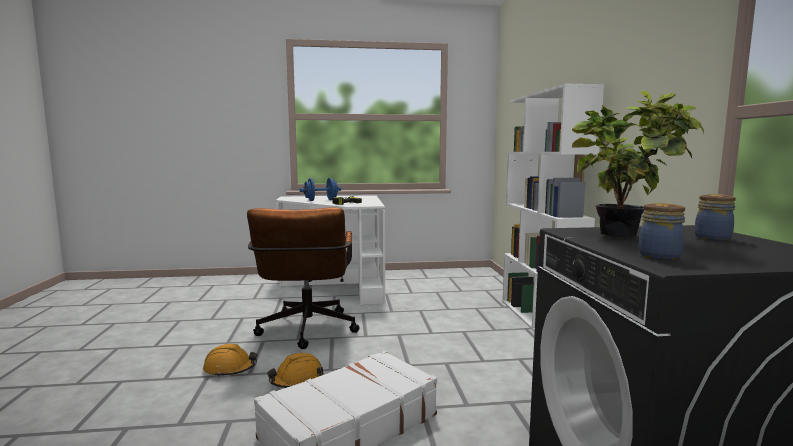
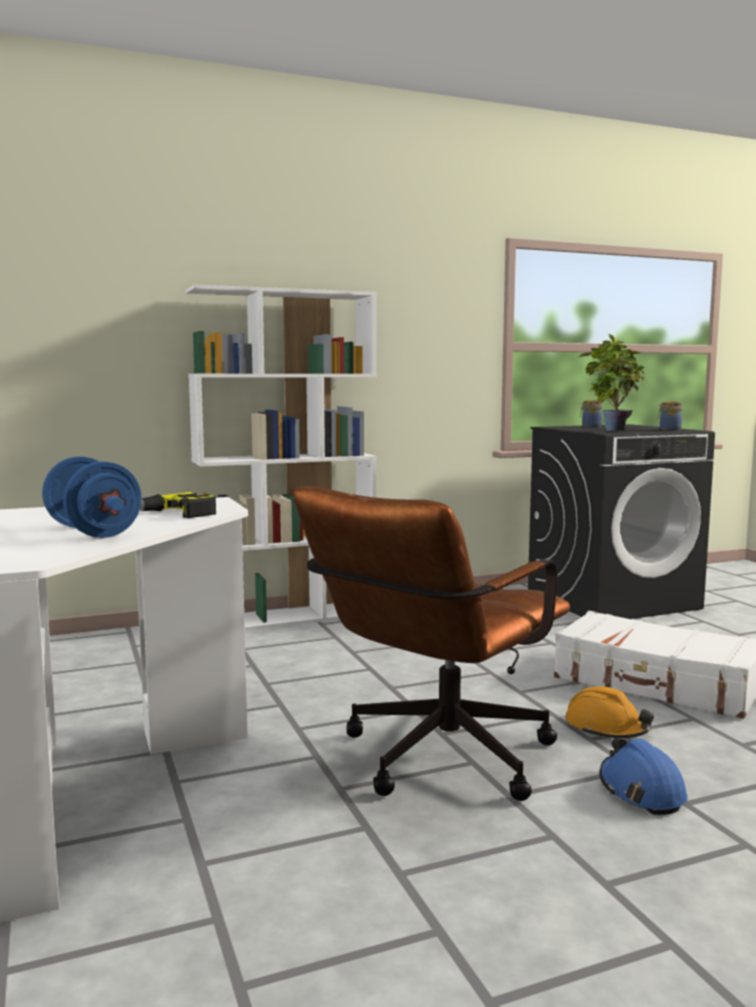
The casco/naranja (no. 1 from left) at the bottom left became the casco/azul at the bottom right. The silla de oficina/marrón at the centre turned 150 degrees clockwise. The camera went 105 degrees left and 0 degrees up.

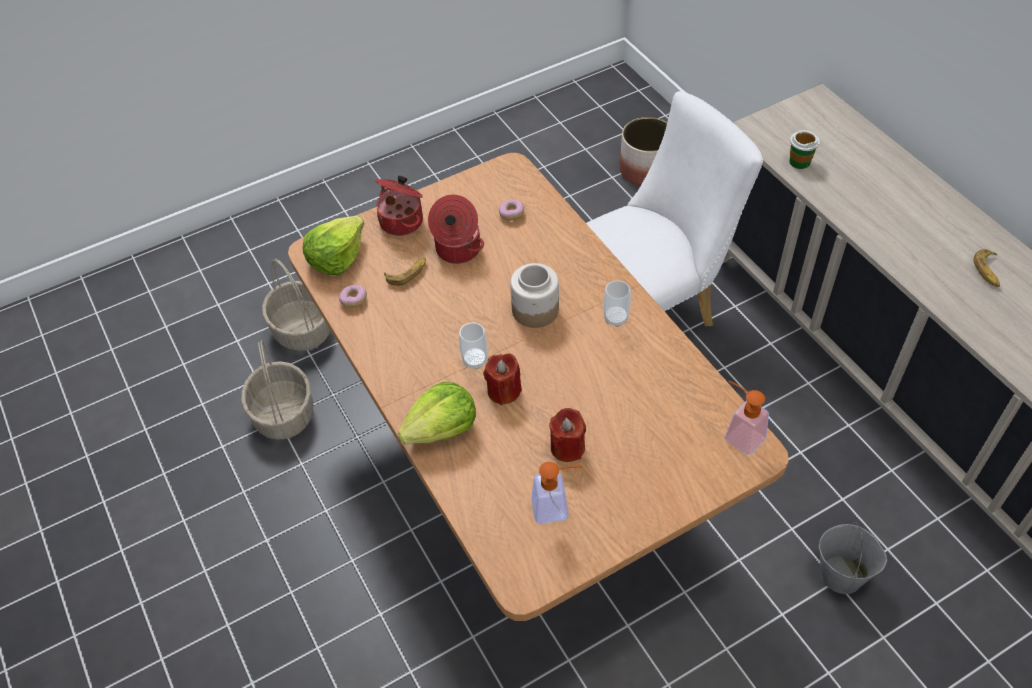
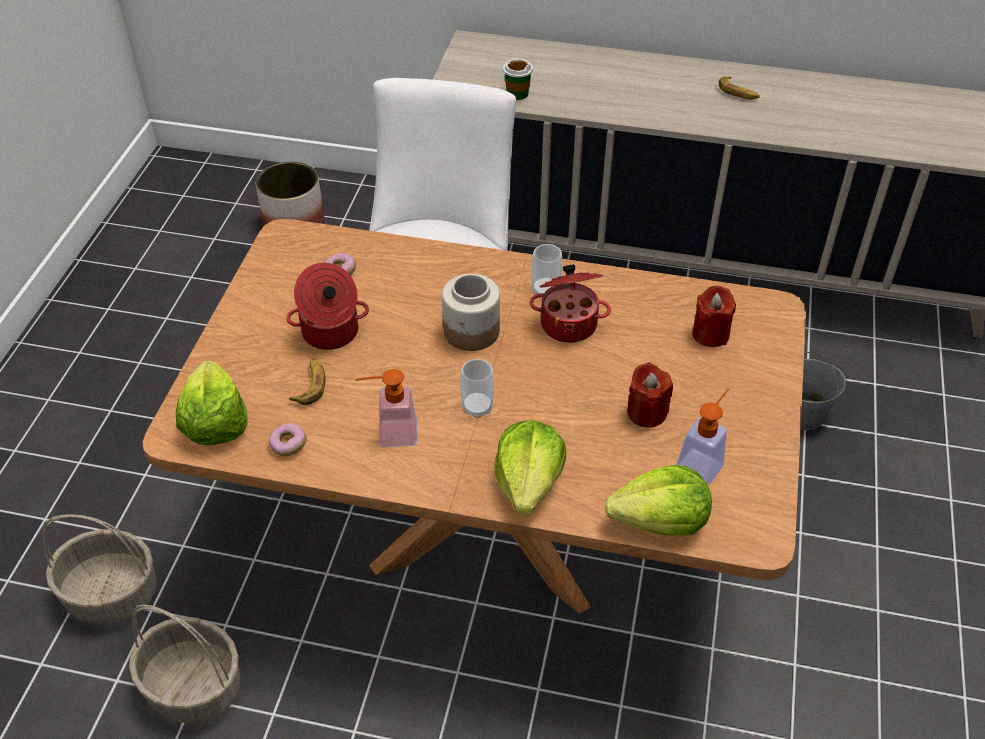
The lechuga (no. 3 from left) at the bottom right appeared. The olla (no. 1 from left in the first image) moved from the top centre to the centre. The vela/rojo (no. 1 from left in the first image) moved from the centre to the middle right. The dispensador de jabón (no. 2 from left in the first image) moved from the middle right to the centre. The camera went 50 degrees left and 5 degrees down.

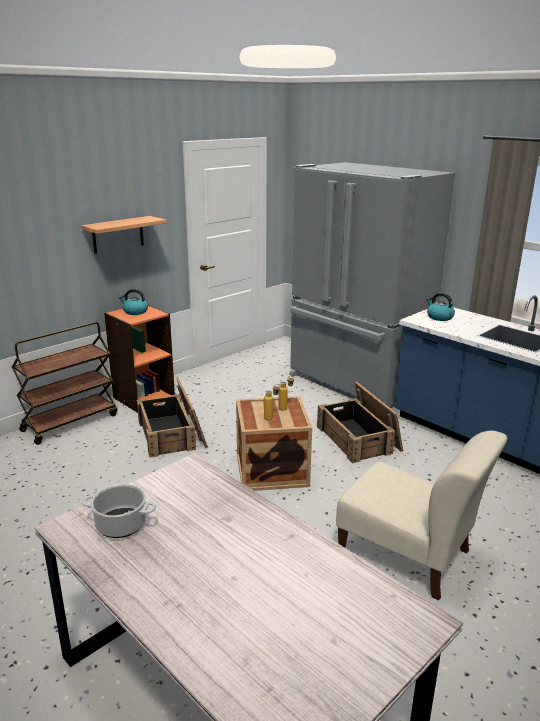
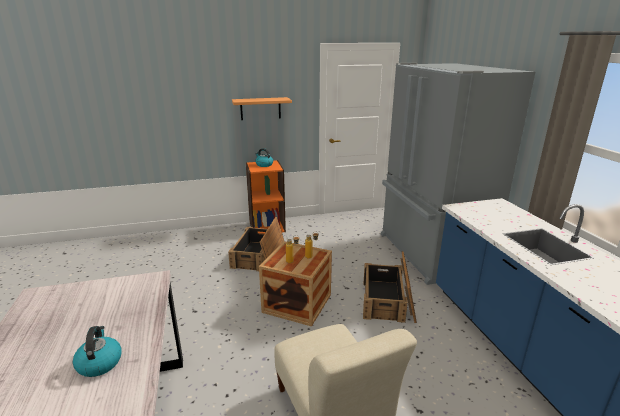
The carrito/marrón at the middle left disappeared. The olla at the bottom left disappeared. The hervidor (no. 2 from left in the first image) moved from the middle right to the bottom left. The camera went 30 degrees right and 0 degrees up.

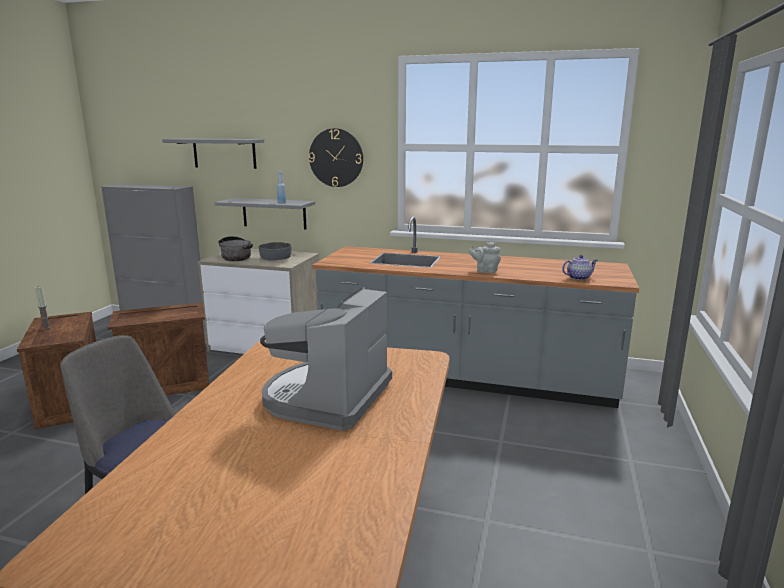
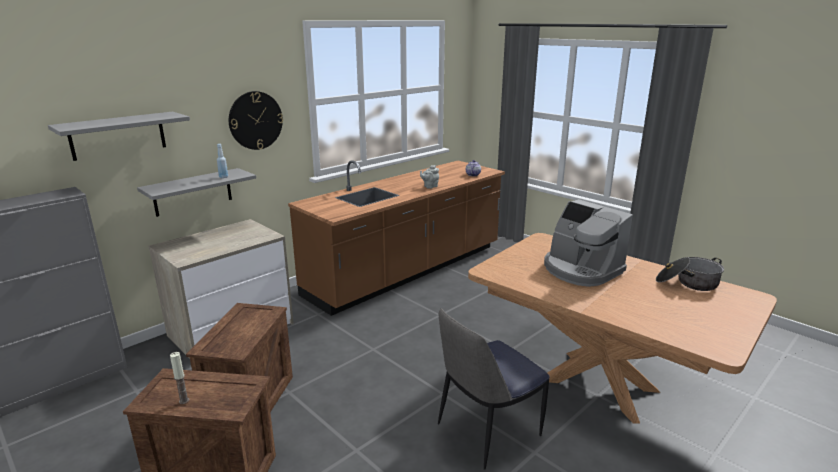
The cuenco/gris at the centre disappeared. The olla moved from the middle left to the middle right. The mueble bajo de cocina/gris at the centre became the mueble bajo de cocina/marrón at the centre. The camera went 60 degrees left and 5 degrees up.

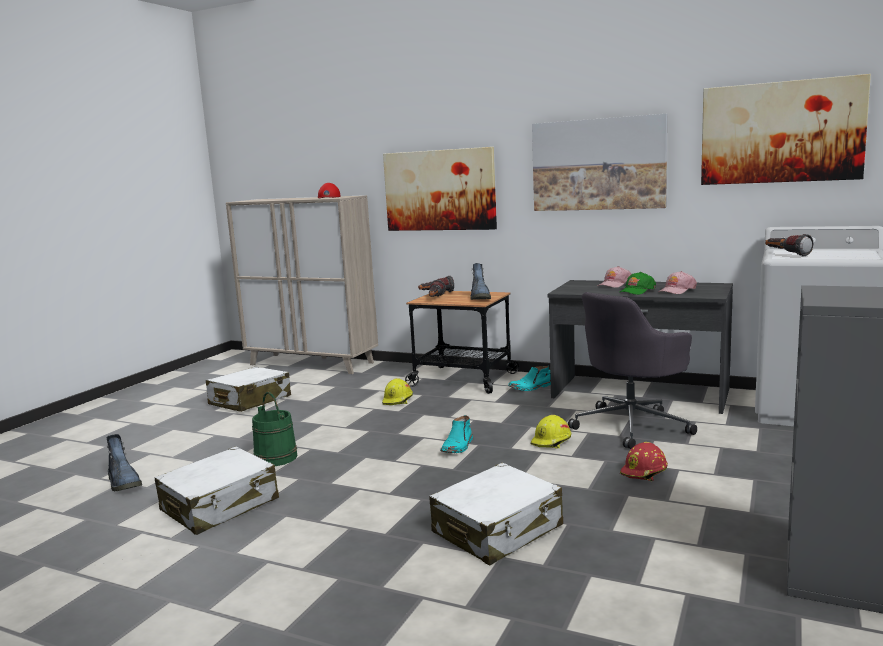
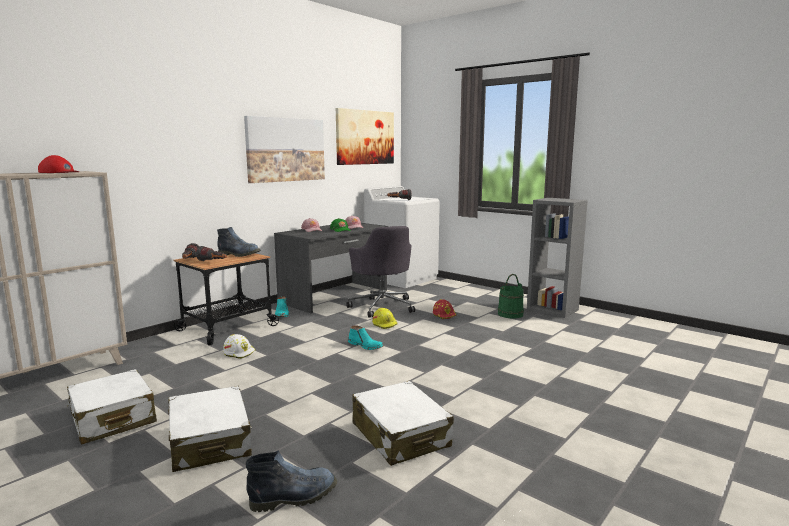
The cuadro (no. 1 from left) at the top centre disappeared. The cubo/verde moved from the middle left to the centre. The maleta/blanco (no. 3 from left in the first image) moved from the bottom centre to the bottom left. The casco/amarillo (no. 1 from left) at the centre became the casco/blanco at the middle left. The camera went 75 degrees left and 0 degrees up.

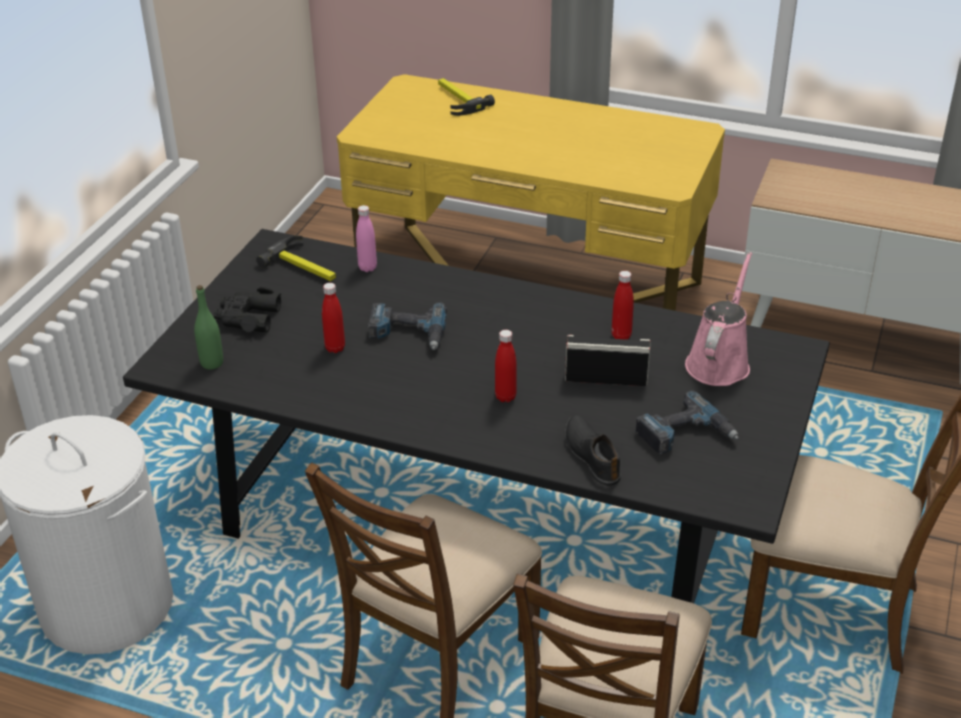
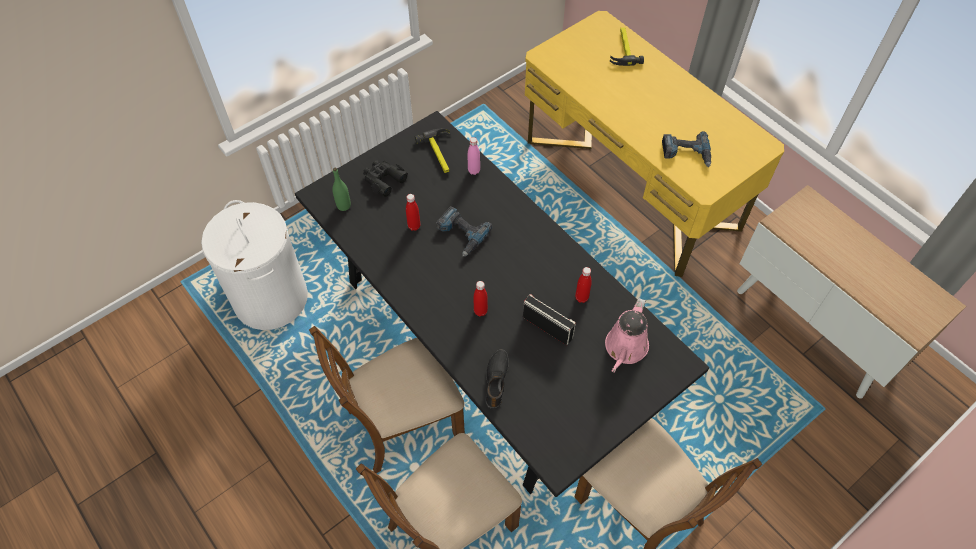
The taladro (no. 2 from left) moved from the middle right to the top right. The regadera/rosa at the middle right turned 150 degrees clockwise. The camera went 30 degrees right and 20 degrees up.

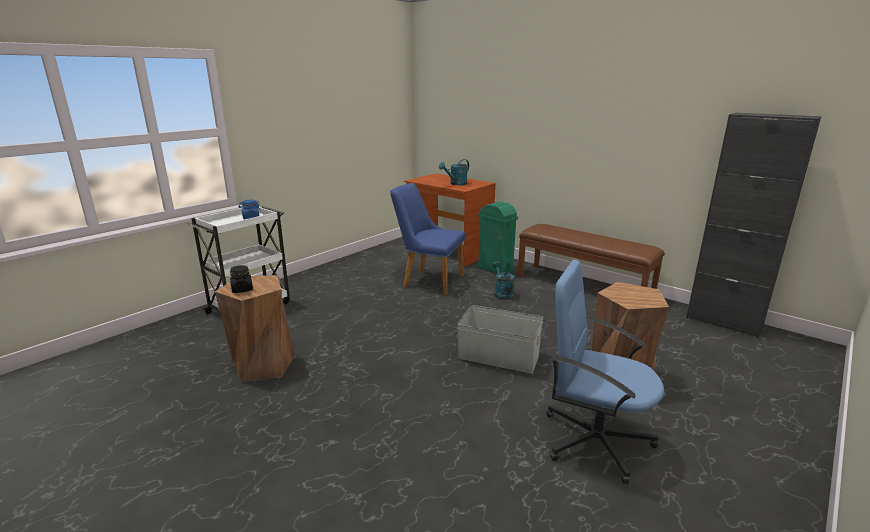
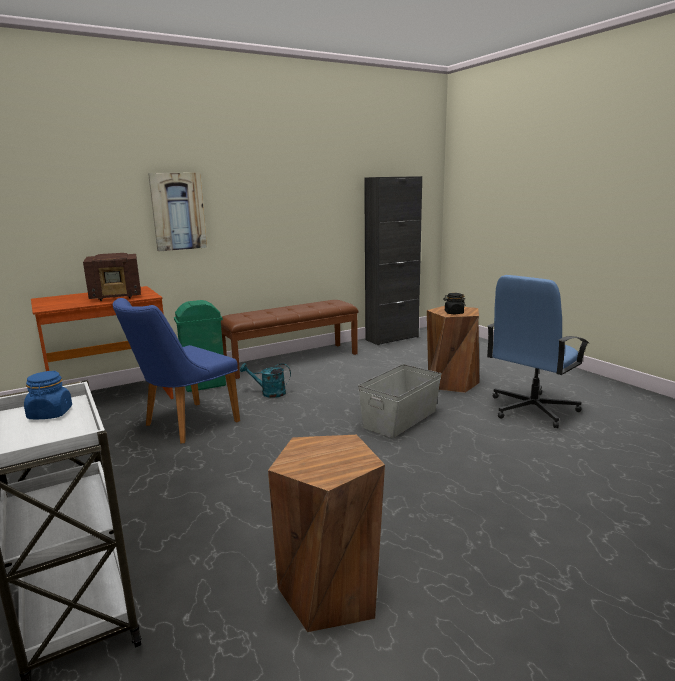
The cuadro at the top left appeared. The tarro/negro moved from the middle left to the middle right. The regadera/turquesa (no. 1 from left) at the top centre was replaced by the radio at the middle left. The camera went 70 degrees left and 5 degrees down.

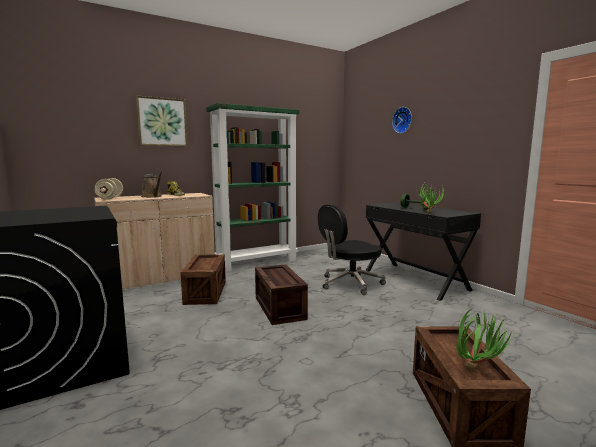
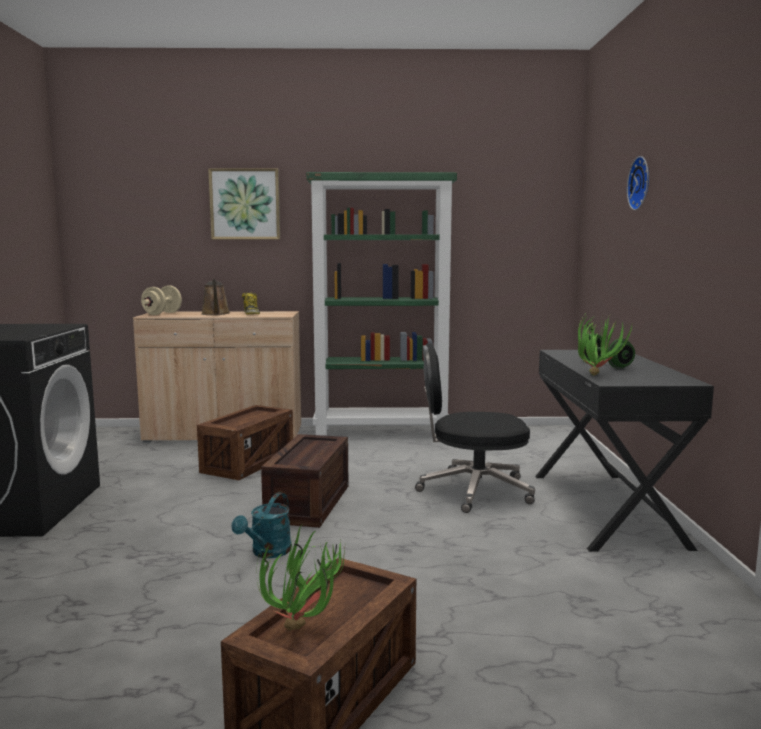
The regadera/turquesa at the bottom centre appeared. The camera went 30 degrees right and 0 degrees up.

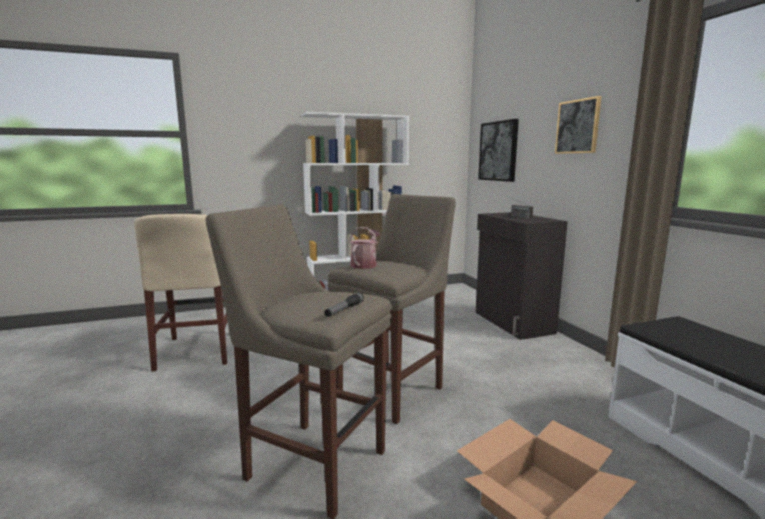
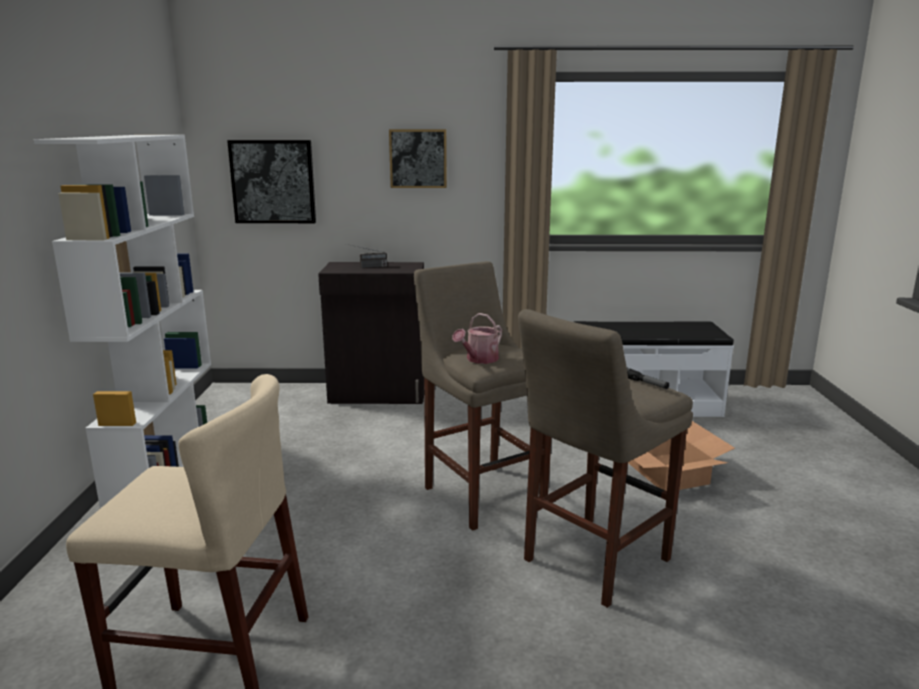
The regadera at the centre turned 90 degrees counterclockwise. The camera went 70 degrees left and 5 degrees up.

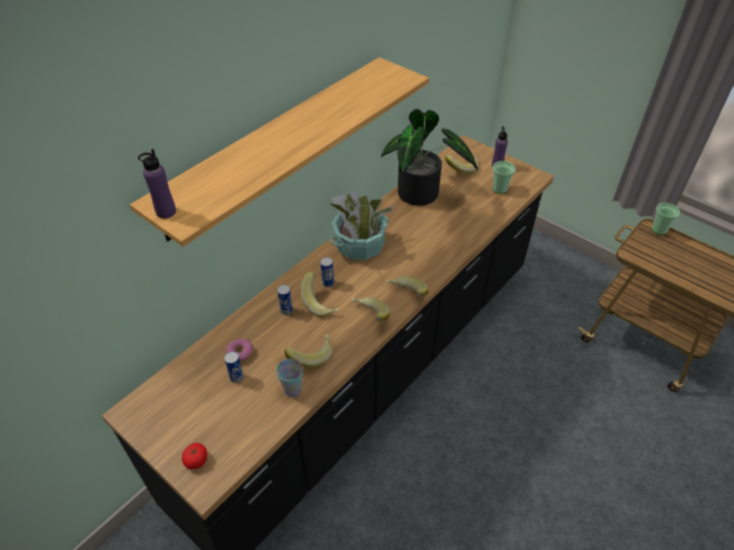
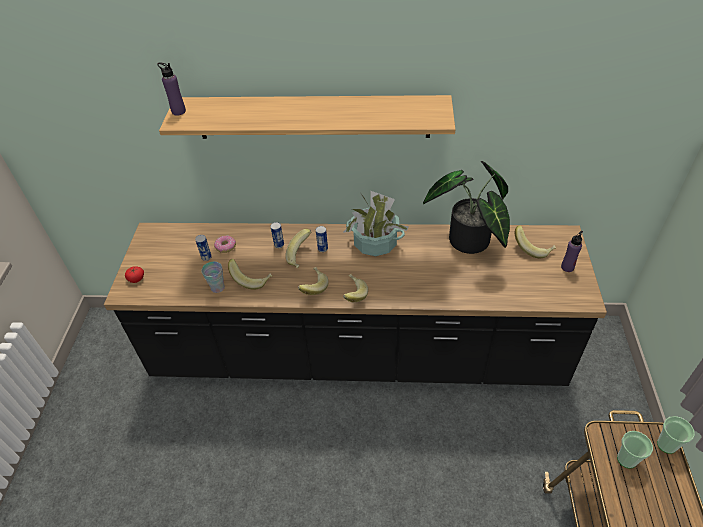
The taza (no. 2 from left) moved from the top right to the bottom right. The camera went 55 degrees right and 0 degrees up.

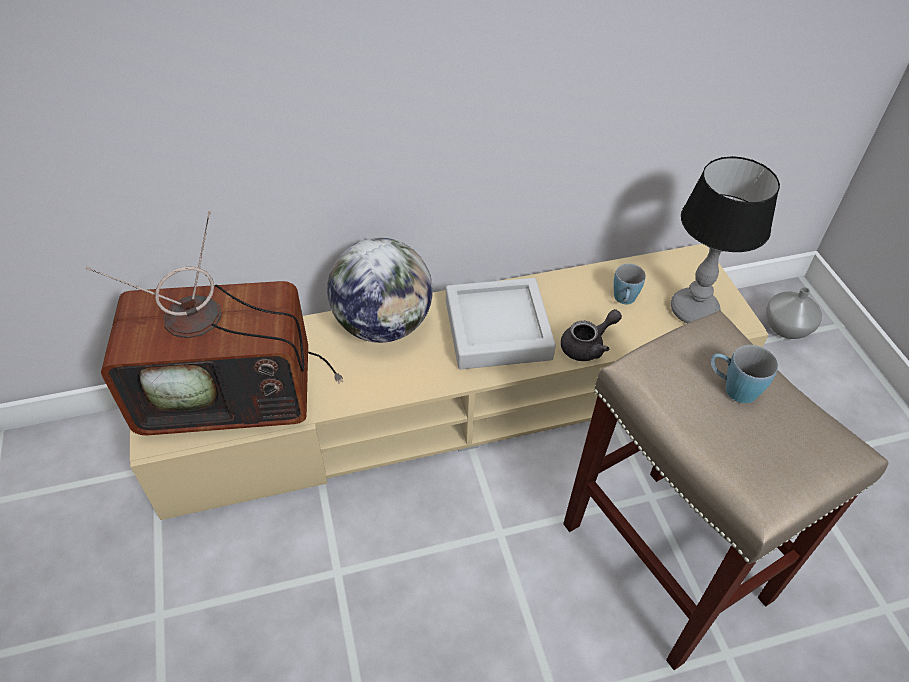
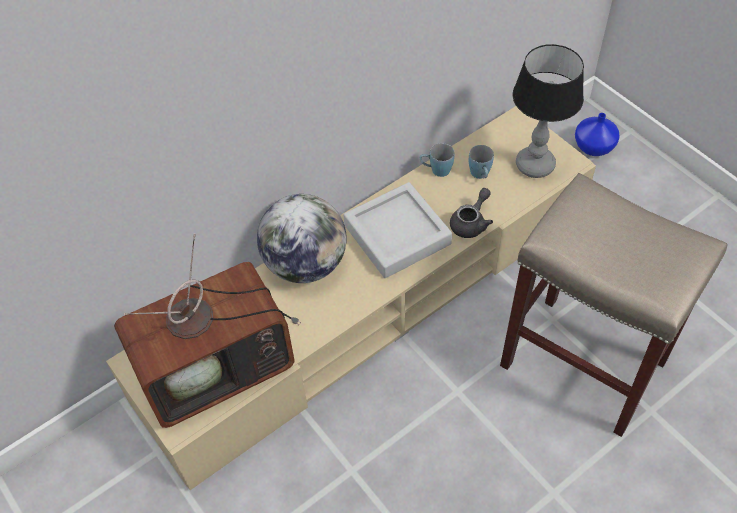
The taza grande/azul (no. 2 from left in the first image) moved from the middle right to the top centre. The florero/gris at the middle right became the florero/azul at the top right. The camera went 20 degrees left and 5 degrees up.

